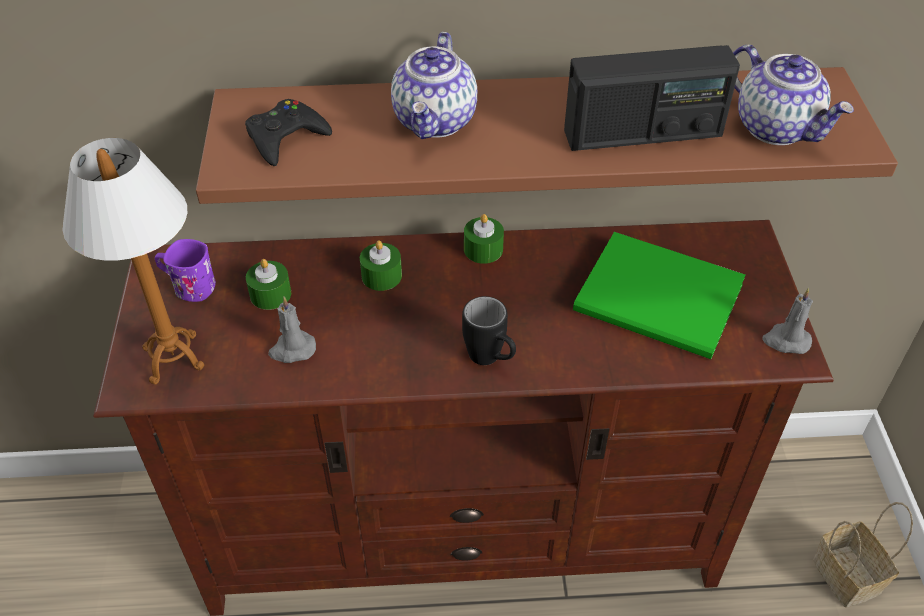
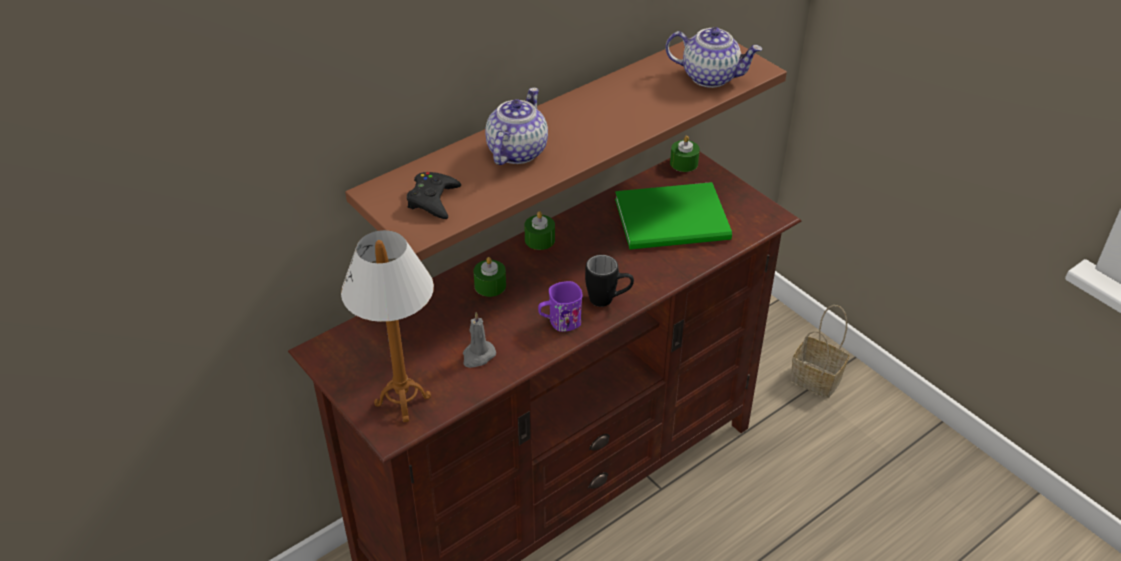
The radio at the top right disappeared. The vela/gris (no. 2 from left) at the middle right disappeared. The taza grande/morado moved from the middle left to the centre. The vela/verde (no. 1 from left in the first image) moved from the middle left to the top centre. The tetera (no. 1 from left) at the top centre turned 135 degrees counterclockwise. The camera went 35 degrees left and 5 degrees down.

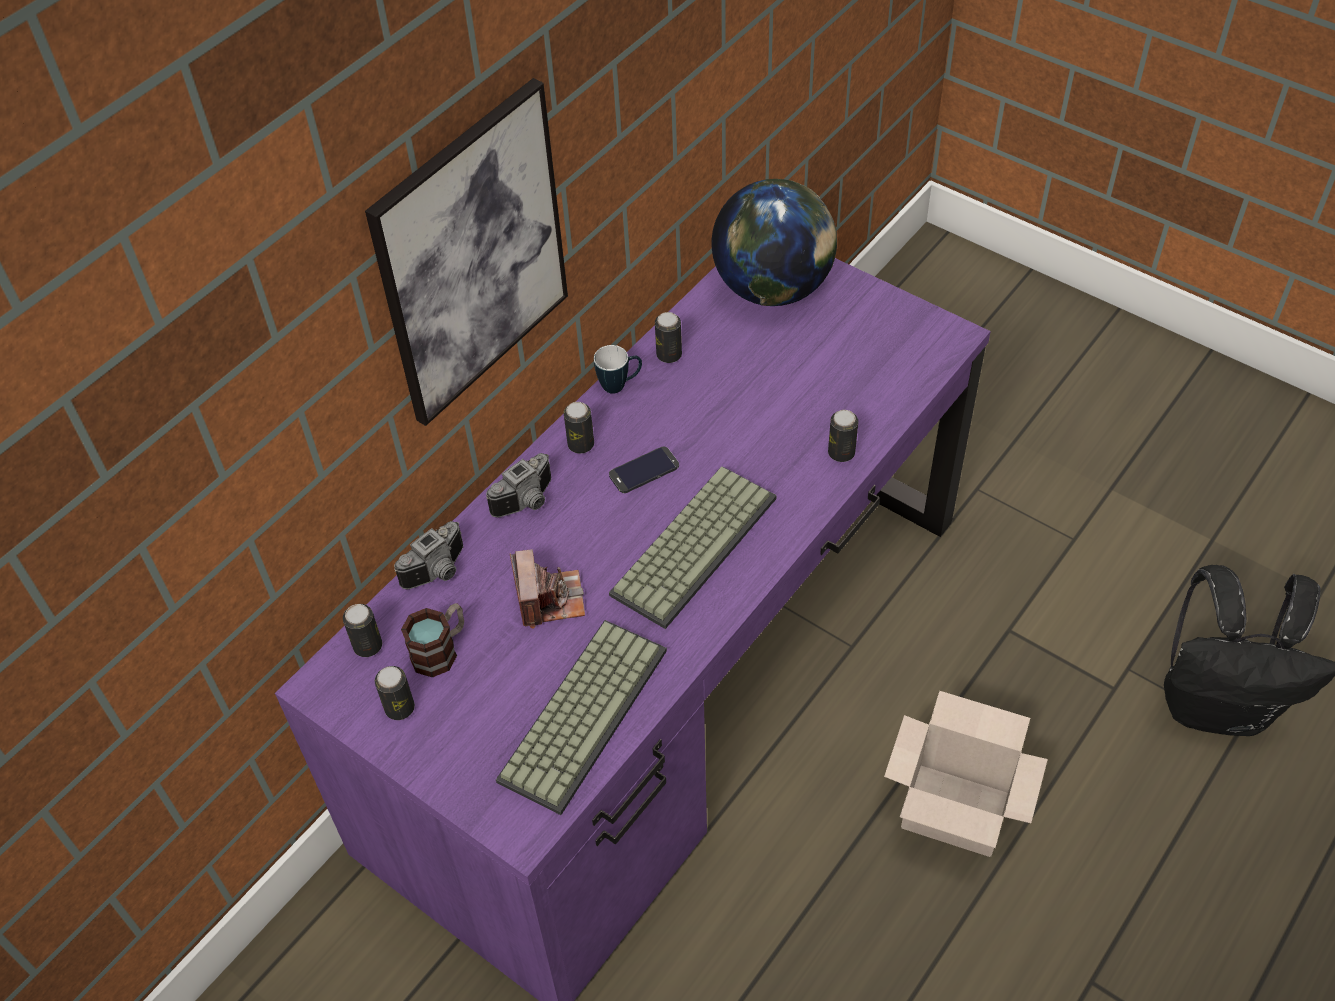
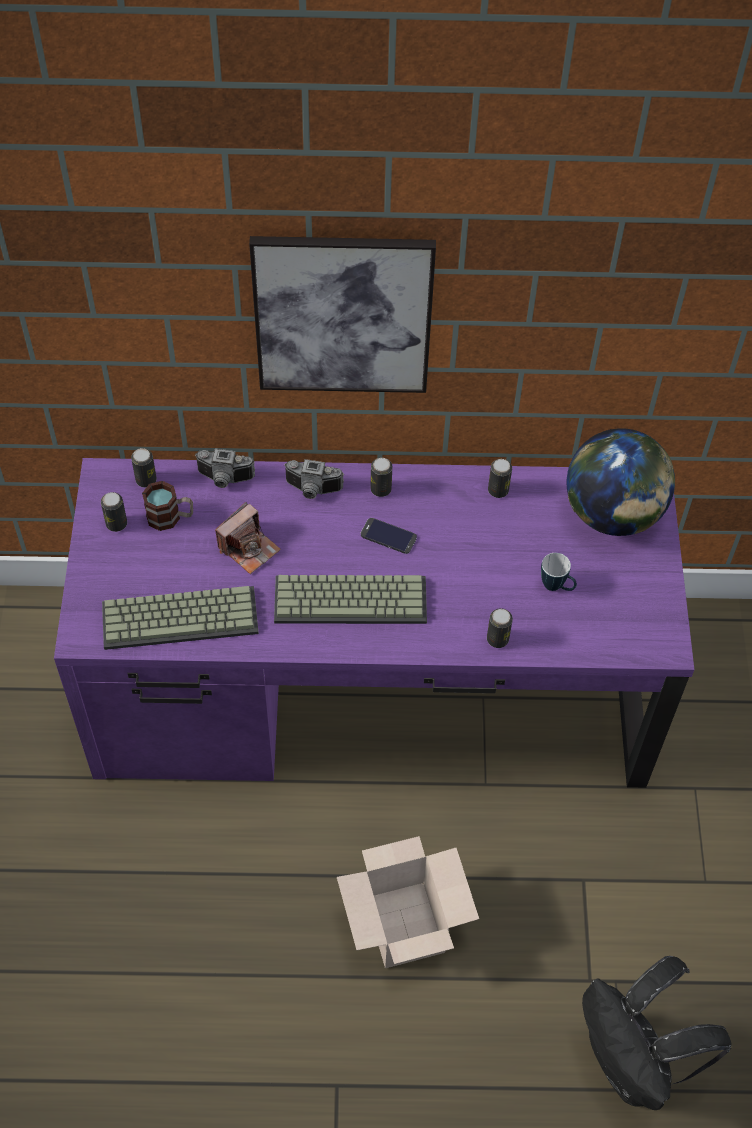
The taza grande (no. 2 from left) moved from the centre to the middle right. The camera went 50 degrees right and 5 degrees up.

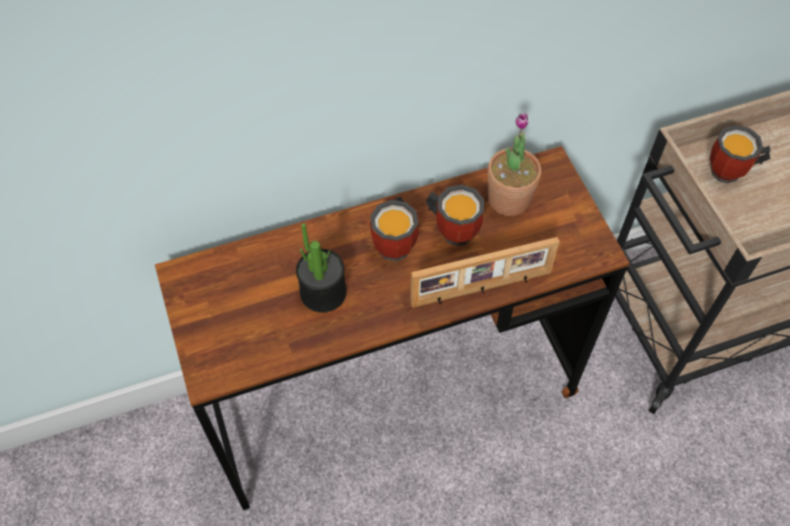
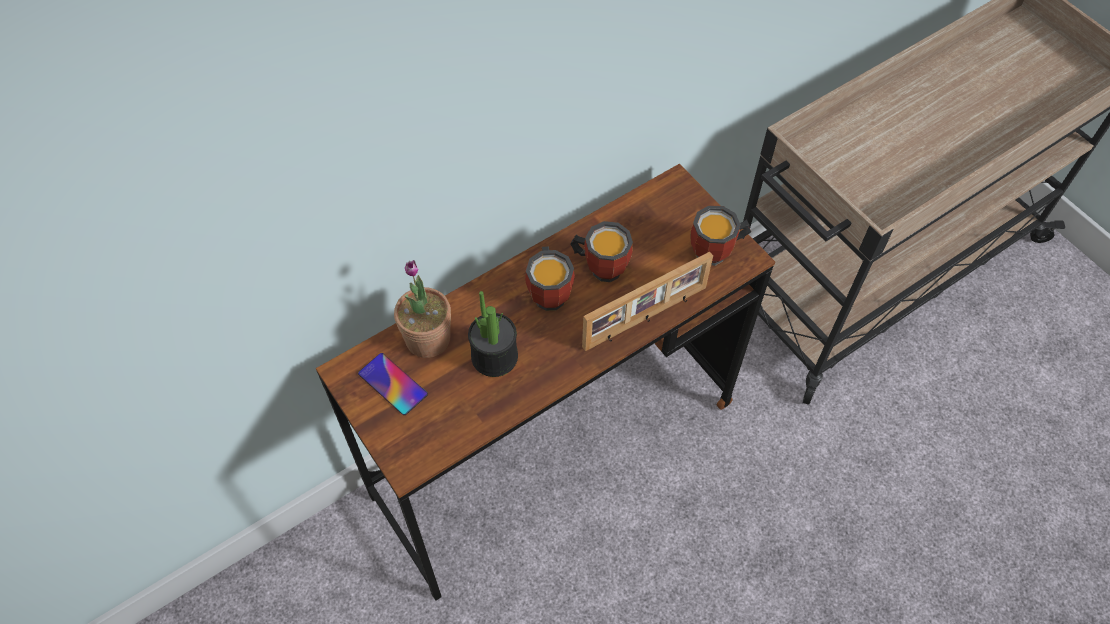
The móvil at the centre appeared. The planta en maceta (no. 2 from left in the first image) moved from the top centre to the centre. The taza grande (no. 3 from left) moved from the top right to the centre. The camera went 15 degrees left and 0 degrees up.

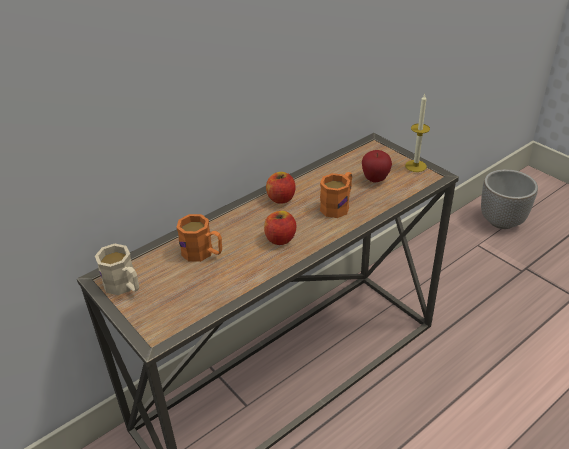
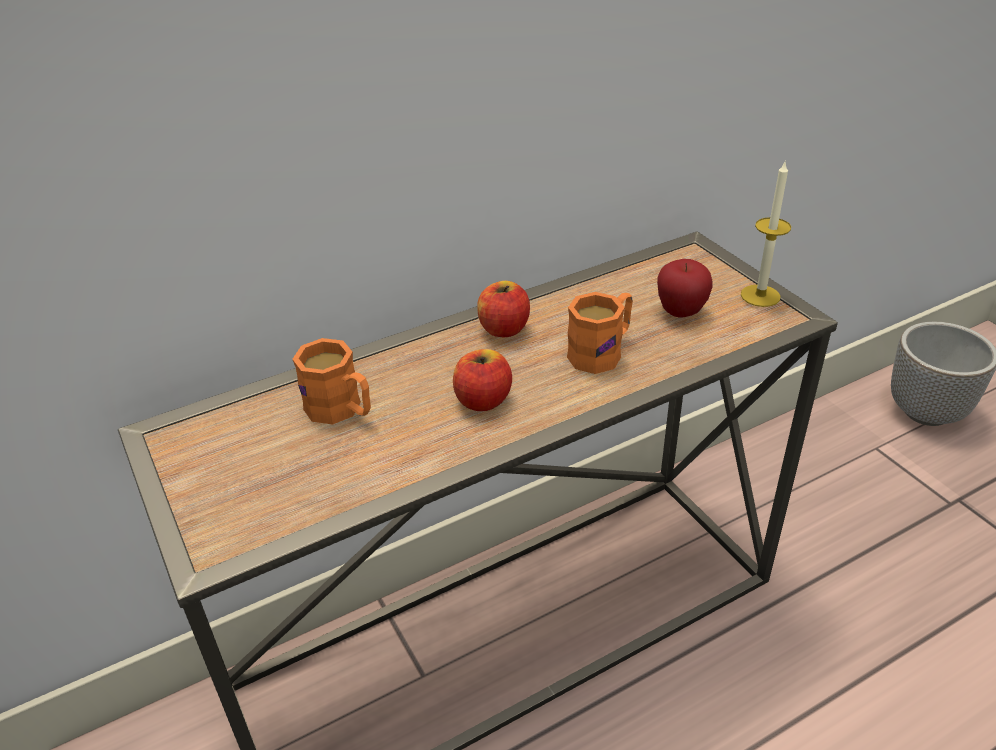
The taza grande/beis at the middle left disappeared. The camera went 10 degrees right and 0 degrees up.

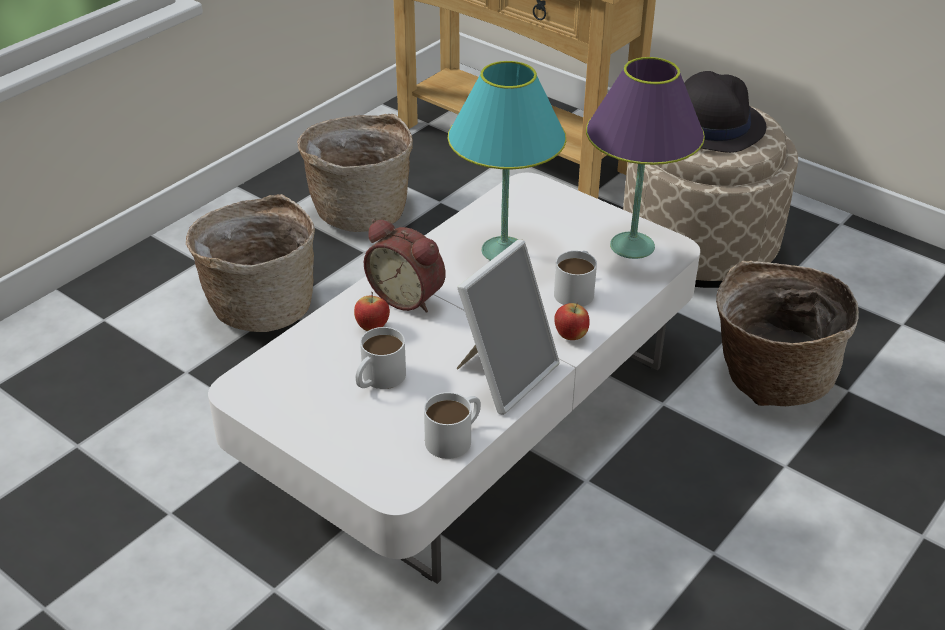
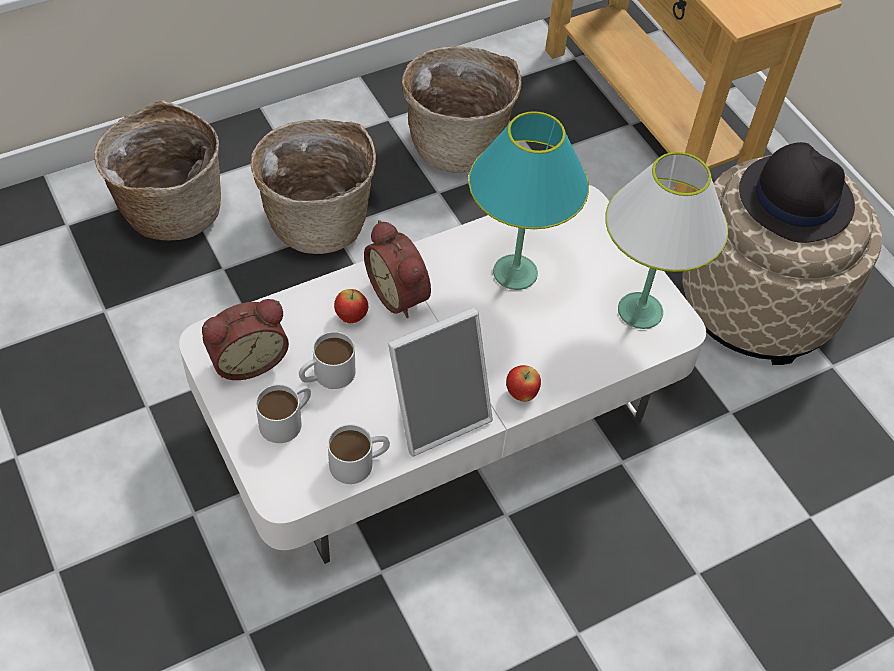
The despertador (no. 1 from left) at the middle left appeared. The taza grande/blanco (no. 3 from left in the first image) moved from the centre to the middle left. The cesta (no. 3 from left in the first image) moved from the middle right to the top left. The lámpara de mesa/morado at the top right became the lámpara de mesa/blanco at the middle right. The camera went 20 degrees right and 15 degrees up.

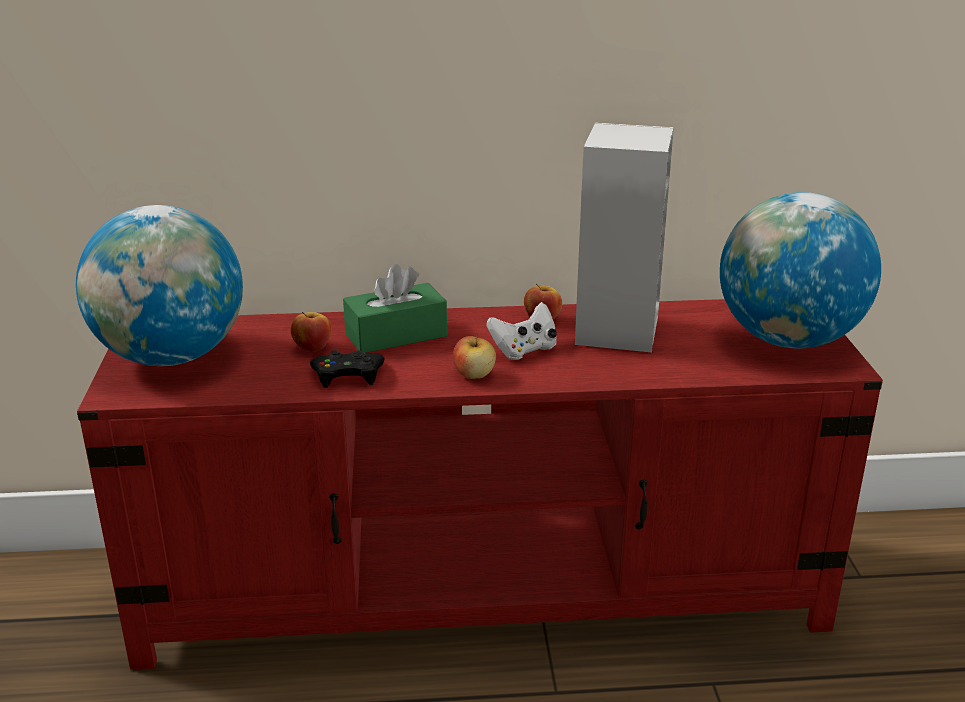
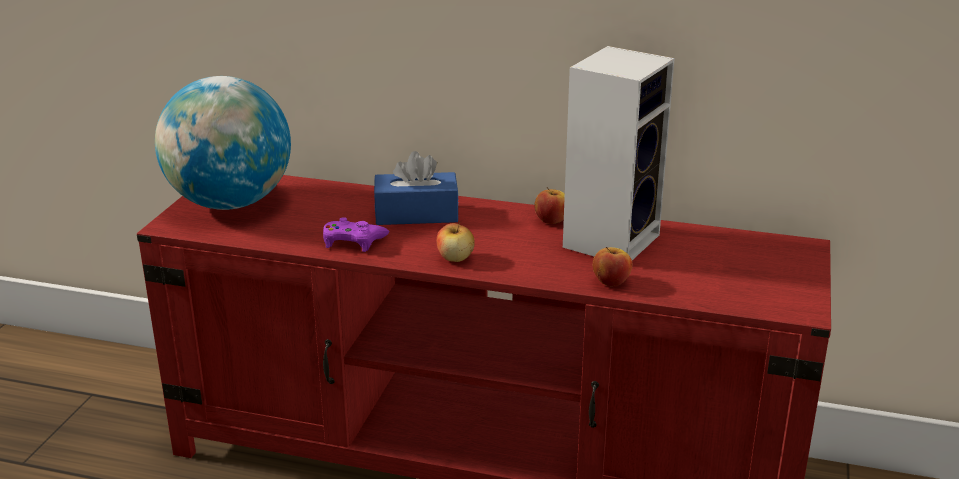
The mando de consola/blanco at the centre disappeared. The globo terráqueo (no. 2 from left) at the middle right disappeared. The manzana (no. 1 from left in the first image) moved from the middle left to the centre. The mando de consola/negro at the centre became the mando de consola/morado at the centre. The caja de pañuelos/verde at the centre became the caja de pañuelos/azul at the centre. The camera went 20 degrees right and 0 degrees up.

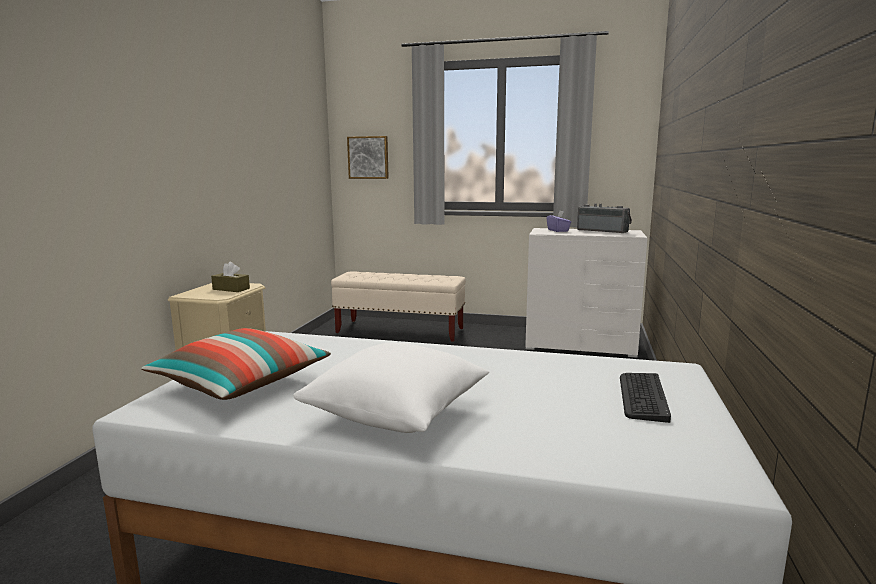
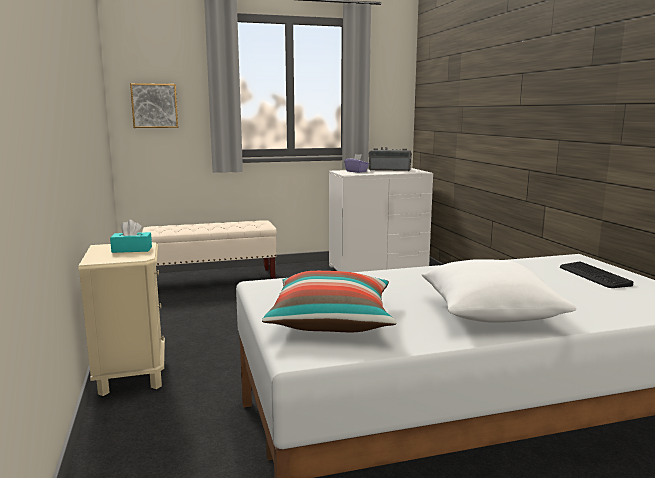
The caja de pañuelos/marrón at the middle left became the caja de pañuelos/turquesa at the middle left. The camera went 30 degrees left and 0 degrees up.

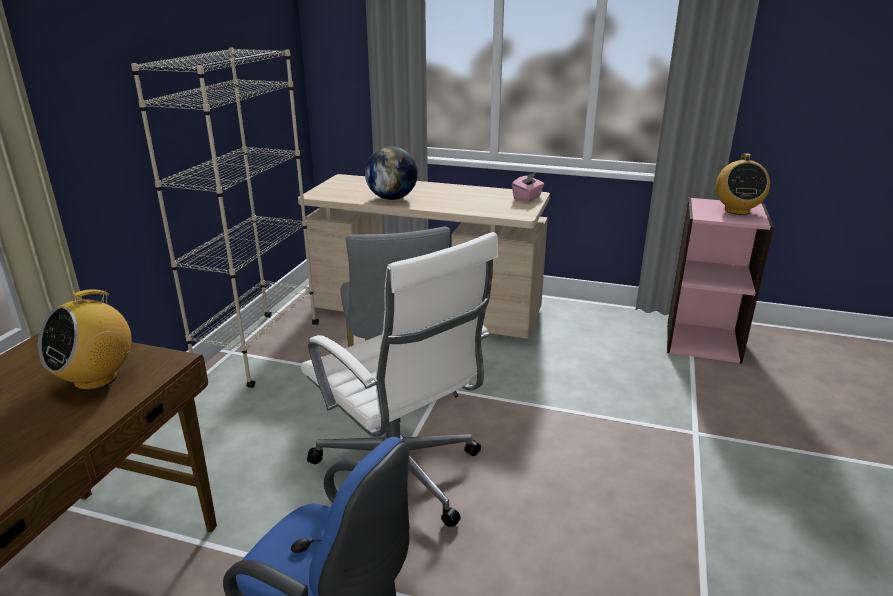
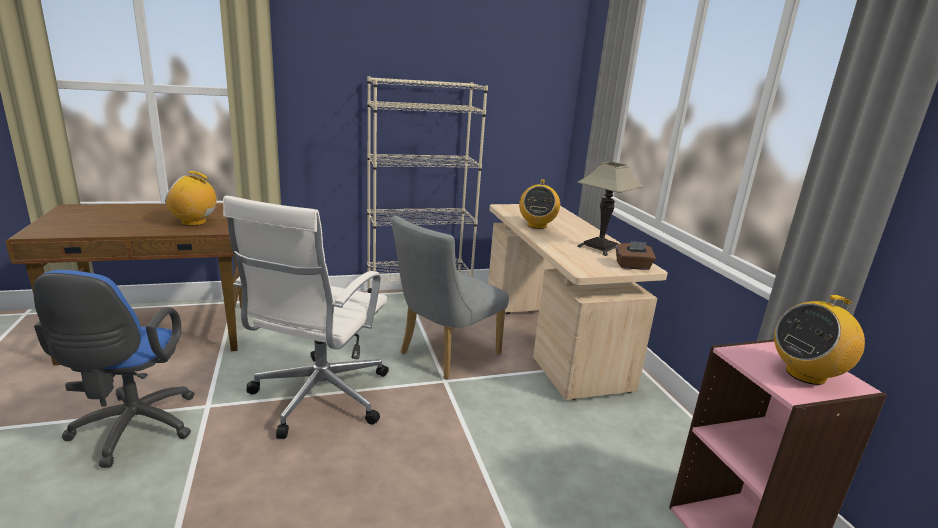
The lámpara de mesa at the centre appeared. The globo terráqueo at the top centre was replaced by the radio (no. 2 from left) at the centre. The caja de pañuelos/rosa at the top centre became the caja de pañuelos/marrón at the middle right. The camera went 55 degrees right and 5 degrees down.

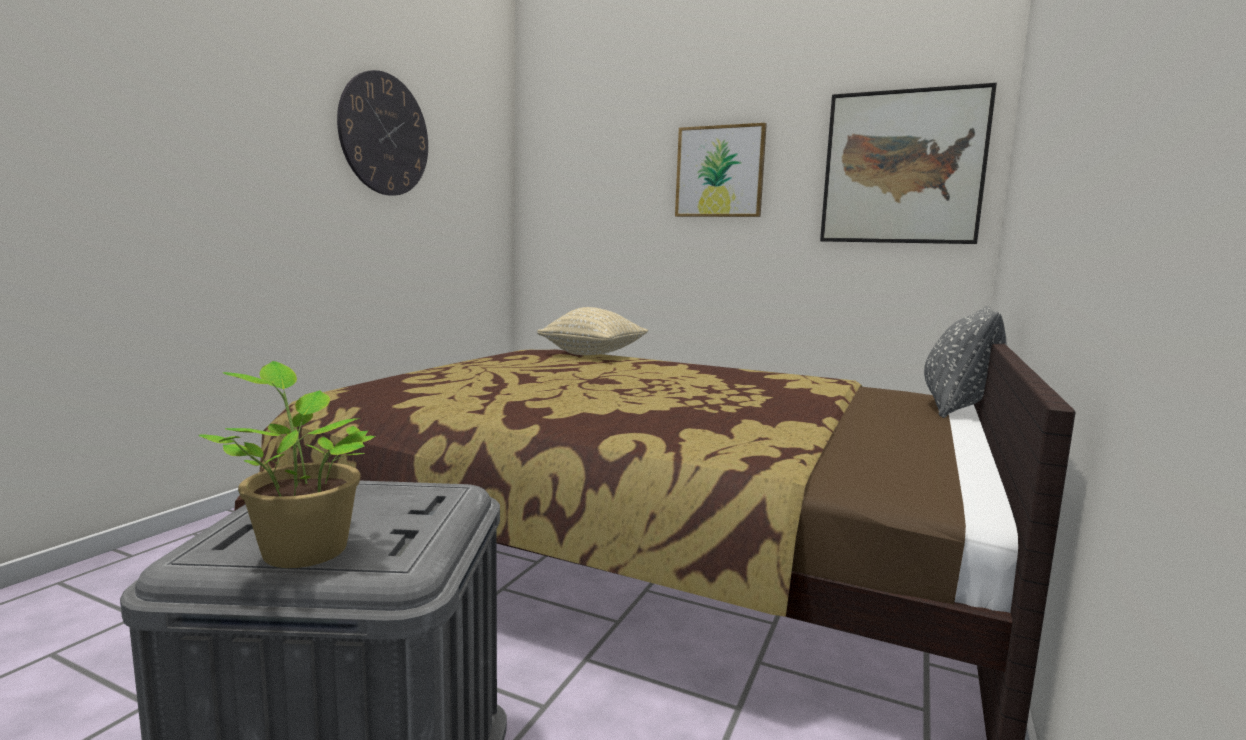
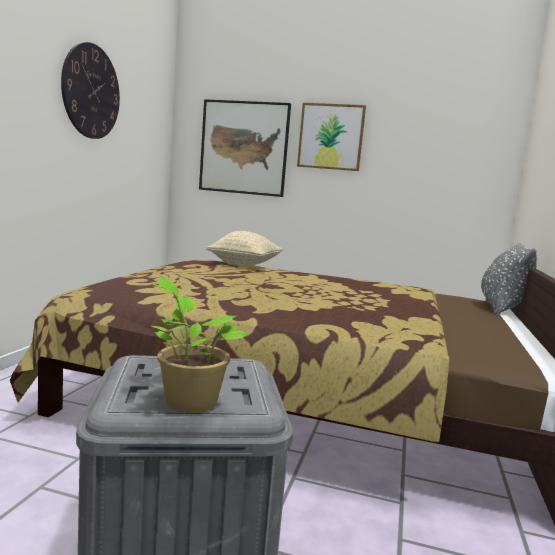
The cuadro (no. 2 from left in the first image) moved from the top right to the top centre. The camera went 10 degrees left and 0 degrees up.

